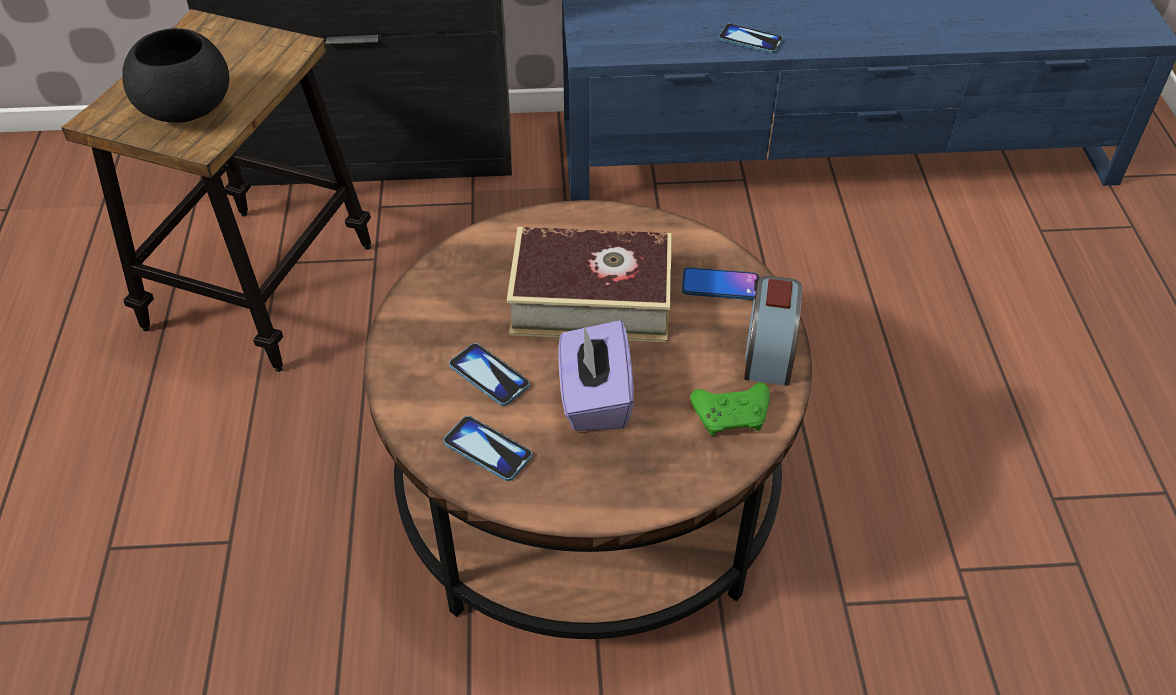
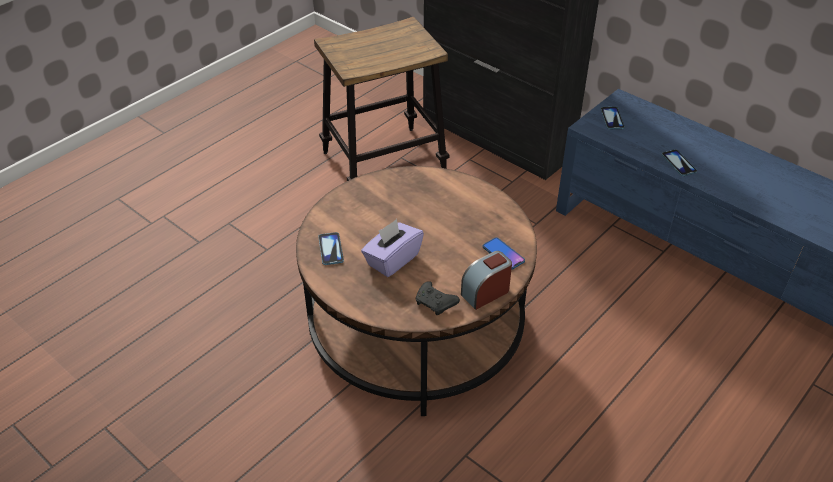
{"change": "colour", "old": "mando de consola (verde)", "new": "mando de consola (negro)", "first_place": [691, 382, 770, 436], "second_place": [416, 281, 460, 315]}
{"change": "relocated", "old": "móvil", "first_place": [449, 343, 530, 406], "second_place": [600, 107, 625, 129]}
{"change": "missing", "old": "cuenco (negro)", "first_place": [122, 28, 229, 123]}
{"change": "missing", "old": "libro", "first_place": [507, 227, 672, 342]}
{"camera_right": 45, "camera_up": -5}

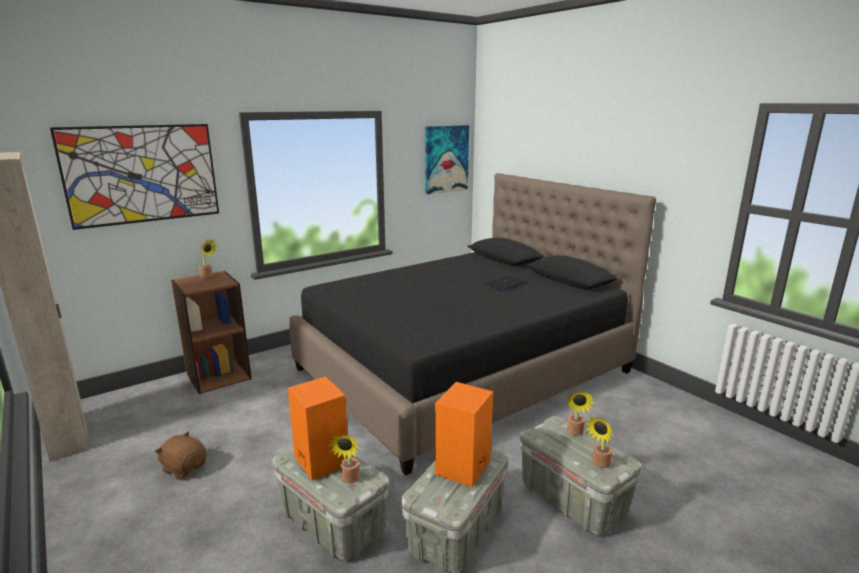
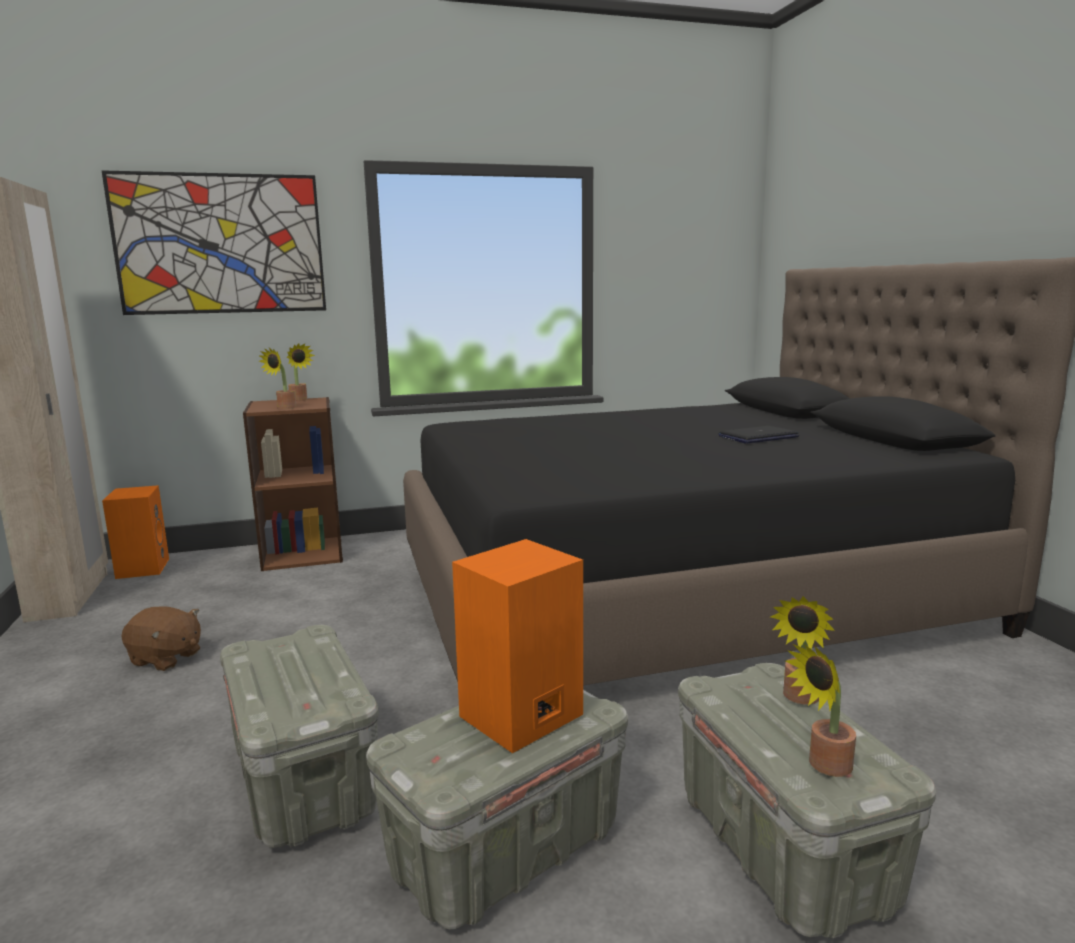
{"change": "relocated", "old": "altavoz (naranja)", "first_place": [288, 376, 348, 480], "second_place": [102, 485, 169, 579]}
{"change": "spun", "old": "peluche (marrón)", "first_place": [155, 432, 207, 480], "second_place": [122, 606, 201, 671], "degrees": 150}
{"change": "relocated", "old": "planta en maceta", "first_place": [329, 434, 360, 483], "second_place": [258, 348, 297, 409]}
{"change": "missing", "old": "cuadro", "first_place": [425, 125, 469, 194]}
{"camera_right": 20, "camera_up": -5}

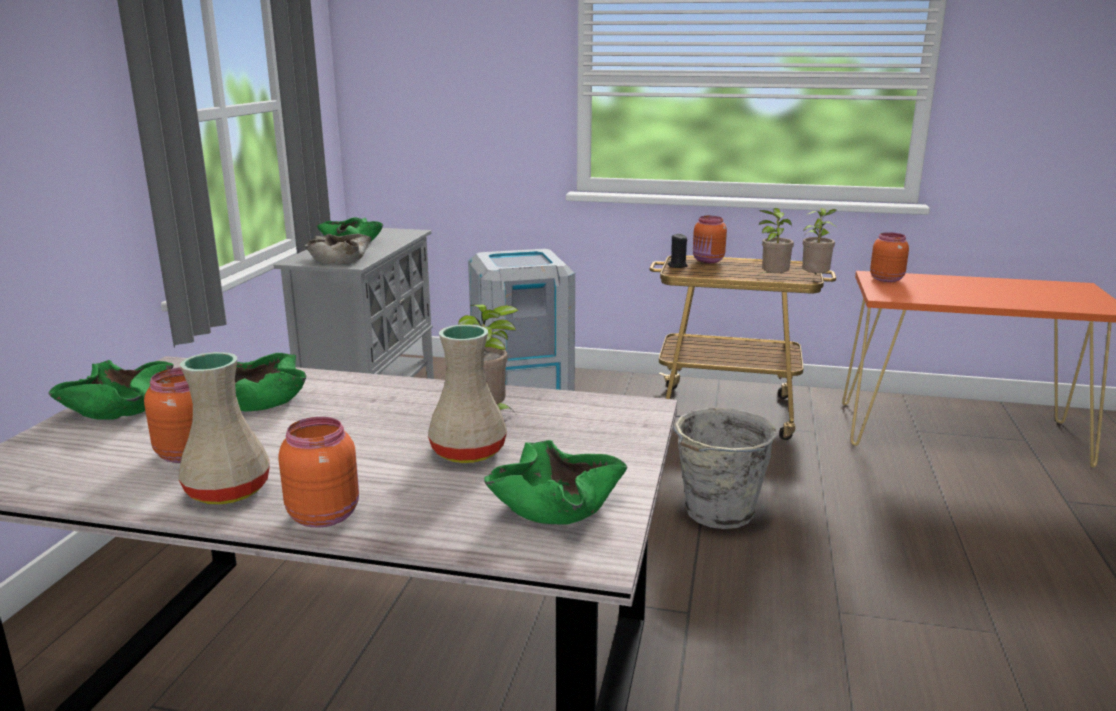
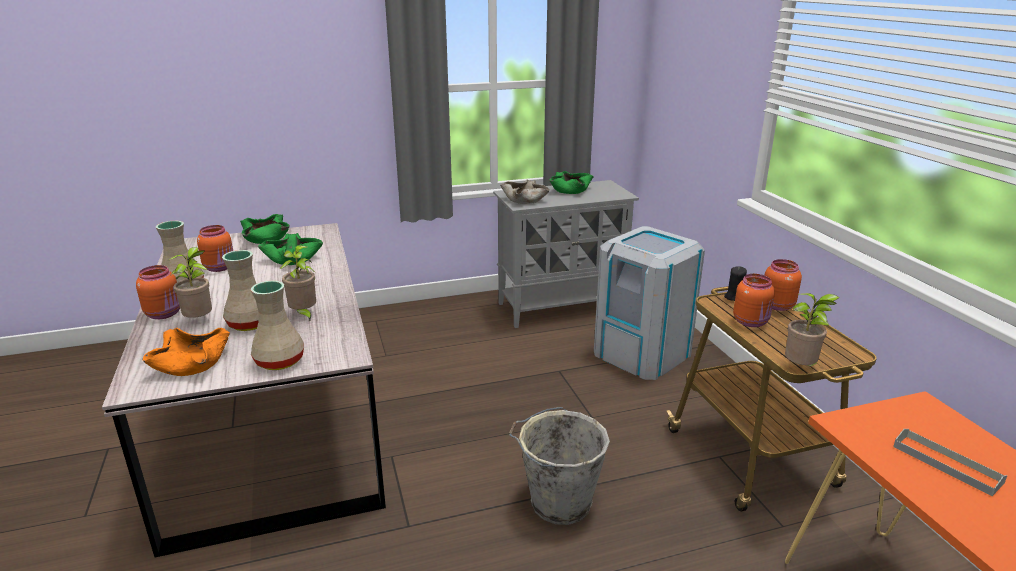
{"change": "colour", "old": "cuenco (verde)", "new": "cuenco (naranja)", "first_place": [484, 440, 628, 525], "second_place": [142, 328, 230, 376]}
{"change": "relocated", "old": "planta en maceta", "first_place": [759, 208, 794, 275], "second_place": [169, 247, 212, 318]}
{"change": "appeared", "new": "florero (beis)", "second_place": [251, 280, 304, 370]}
{"change": "relocated", "old": "tarro (naranja)", "first_place": [870, 232, 909, 282], "second_place": [733, 274, 775, 327]}
{"change": "appeared", "new": "bandeja (gris)", "second_place": [893, 429, 1007, 496]}
{"camera_right": 60, "camera_up": 5}

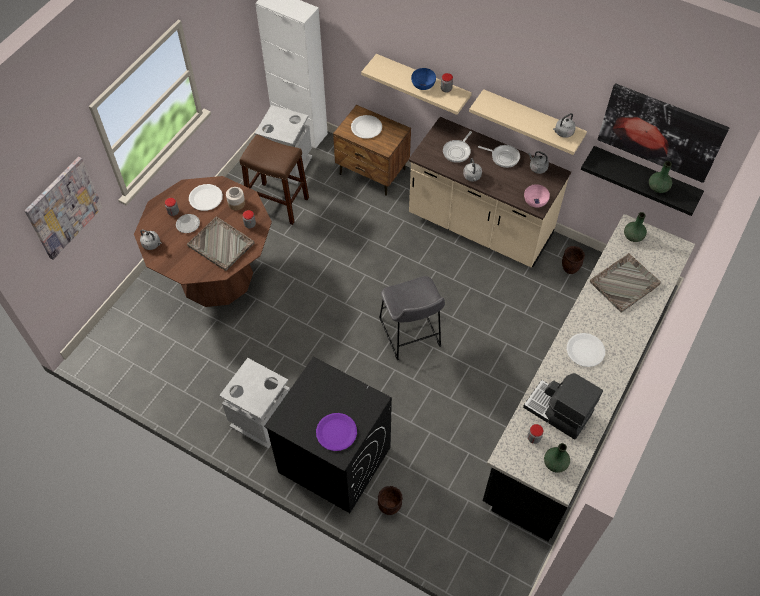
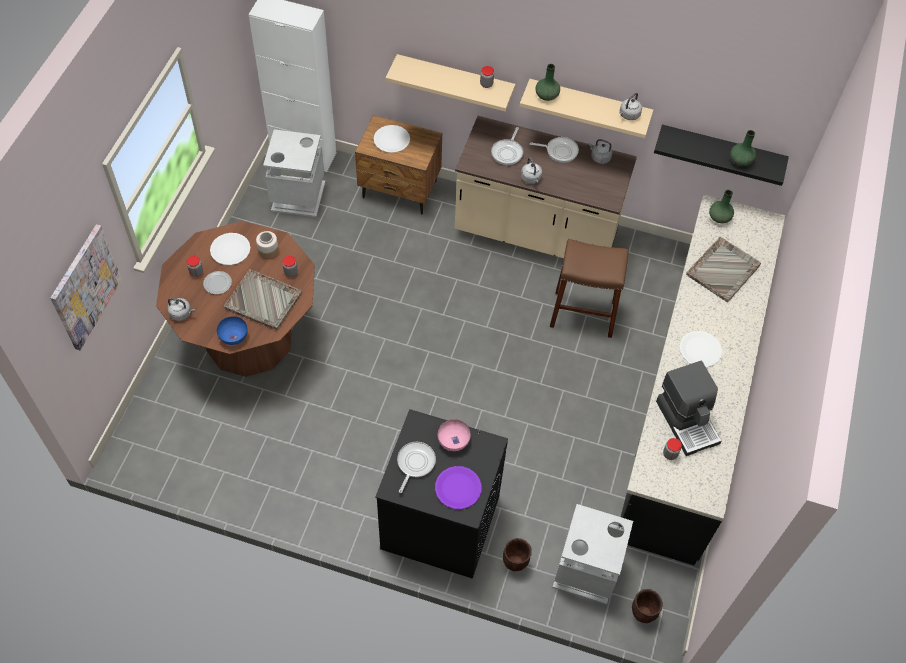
{"change": "relocated", "old": "cuenco (azul)", "first_place": [411, 68, 436, 90], "second_place": [217, 316, 248, 345]}
{"change": "appeared", "new": "sartén", "second_place": [397, 442, 436, 493]}
{"change": "relocated", "old": "cuenco (rosa)", "first_place": [524, 184, 550, 208], "second_place": [438, 419, 471, 451]}
{"change": "relocated", "old": "florero (verde)", "first_place": [544, 443, 570, 473], "second_place": [536, 64, 560, 101]}
{"change": "relocated", "old": "taburete (marrón)", "first_place": [240, 134, 309, 225], "second_place": [550, 239, 628, 338]}
{"change": "relocated", "old": "papelera (gris)", "first_place": [219, 358, 290, 449], "second_place": [552, 504, 633, 605]}
{"change": "relocated", "old": "maceta (marrón)", "first_place": [562, 246, 585, 274], "second_place": [632, 589, 663, 623]}
{"change": "spun", "old": "cafetera", "first_place": [523, 373, 603, 440], "second_place": [656, 361, 722, 456], "degrees": -135}
{"change": "missing", "old": "taburete (gris)", "first_place": [379, 276, 445, 360]}
{"change": "missing", "old": "cuadro", "first_place": [597, 83, 730, 183]}
{"camera_right": -15, "camera_up": 0}

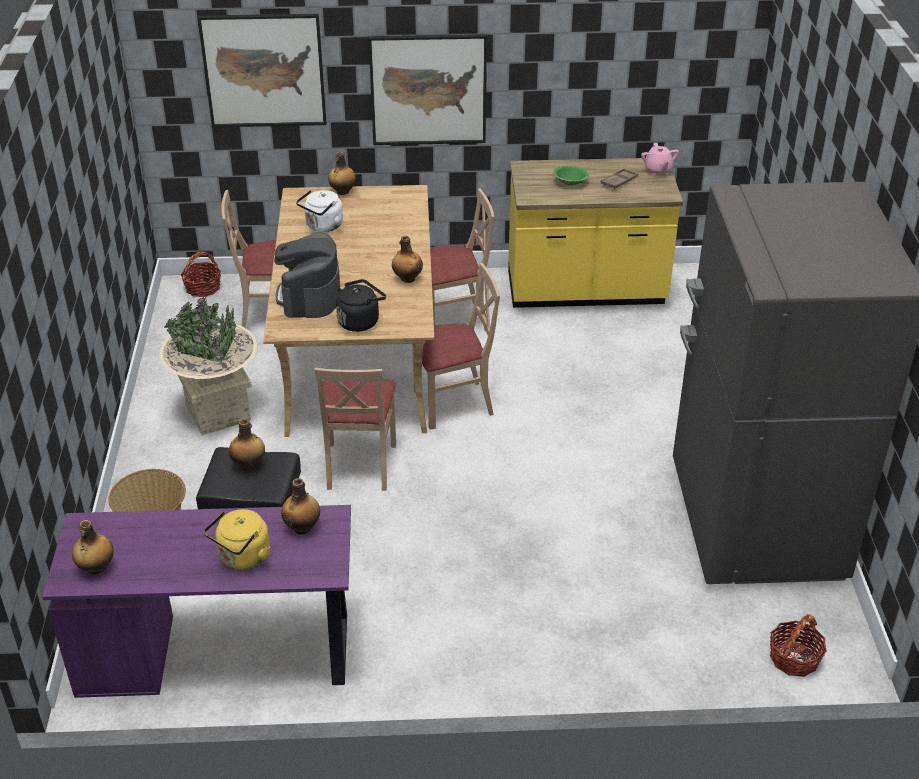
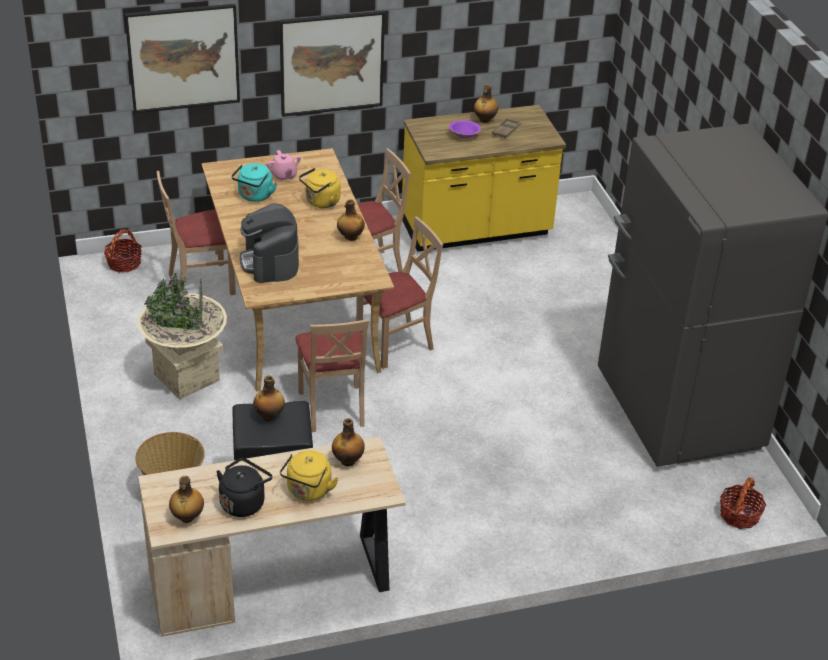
{"change": "colour", "old": "escritorio (morado)", "new": "escritorio (beis)", "first_place": [43, 505, 351, 698], "second_place": [138, 437, 405, 637]}
{"change": "relocated", "old": "hervidor (negro)", "first_place": [336, 279, 386, 332], "second_place": [216, 458, 273, 517]}
{"change": "colour", "old": "hervidor (blanco)", "new": "hervidor (turquesa)", "first_place": [296, 190, 344, 232], "second_place": [231, 163, 277, 202]}
{"change": "relocated", "old": "tetera (rosa)", "first_place": [641, 143, 679, 176], "second_place": [266, 150, 301, 182]}
{"change": "appeared", "new": "hervidor (amarillo)", "second_place": [299, 168, 340, 208]}
{"change": "colour", "old": "cuenco (verde)", "new": "cuenco (morado)", "first_place": [553, 166, 589, 185], "second_place": [449, 120, 481, 138]}
{"change": "relocated", "old": "botella", "first_place": [328, 152, 356, 195], "second_place": [474, 84, 498, 123]}
{"camera_right": -15, "camera_up": 0}

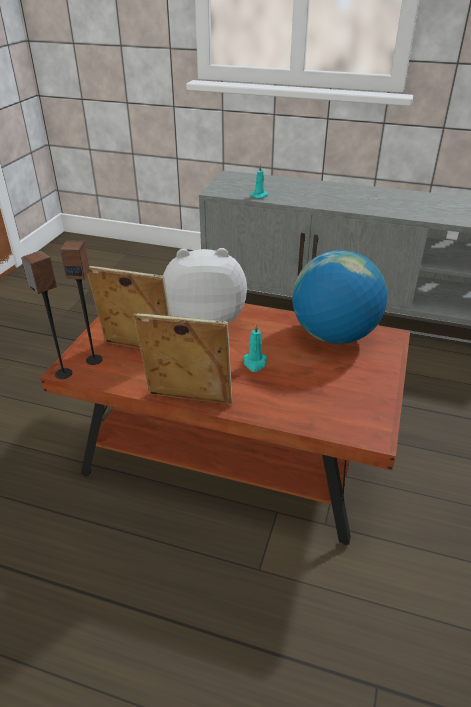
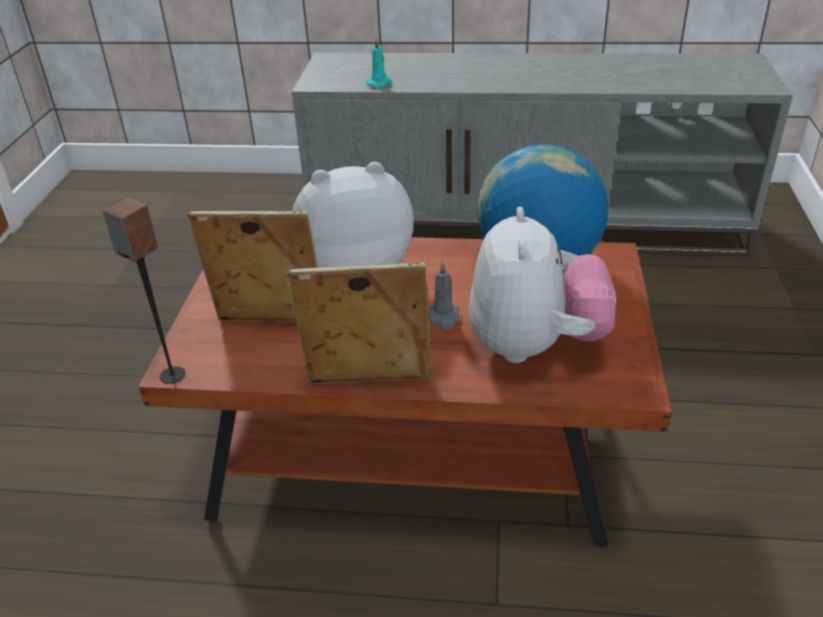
{"change": "colour", "old": "vela (turquesa)", "new": "vela (gris)", "first_place": [244, 324, 267, 372], "second_place": [428, 261, 460, 330]}
{"change": "appeared", "new": "peluche", "second_place": [469, 207, 616, 363]}
{"change": "missing", "old": "altavoz", "first_place": [60, 240, 103, 365]}
{"camera_right": -10, "camera_up": 0}

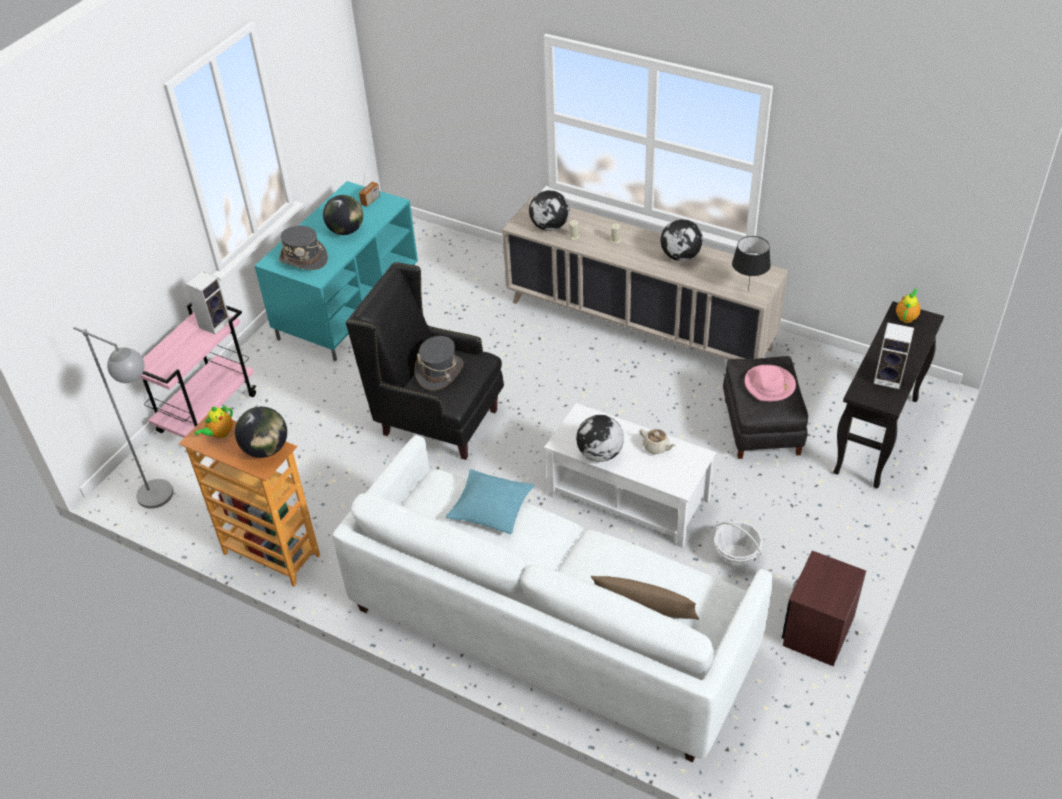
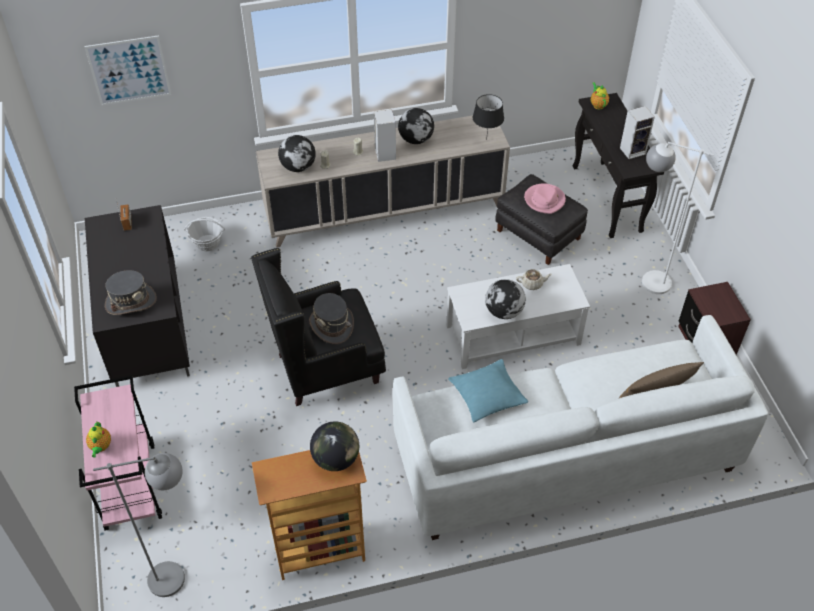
{"change": "appeared", "new": "cuadro", "second_place": [84, 35, 172, 106]}
{"change": "colour", "old": "mueble de televisión (turquesa)", "new": "mueble de televisión (negro)", "first_place": [255, 181, 418, 362], "second_place": [85, 205, 190, 387]}
{"change": "relocated", "old": "tetera", "first_place": [194, 405, 233, 438], "second_place": [86, 422, 111, 458]}
{"change": "relocated", "old": "cesta", "first_place": [714, 521, 763, 569], "second_place": [184, 217, 225, 251]}
{"change": "relocated", "old": "altavoz", "first_place": [186, 271, 230, 334], "second_place": [374, 110, 396, 162]}
{"change": "appeared", "new": "lámpara de pie (blanco)", "second_place": [642, 142, 714, 294]}
{"change": "missing", "old": "globo terráqueo", "first_place": [323, 195, 363, 235]}
{"camera_right": -45, "camera_up": 5}

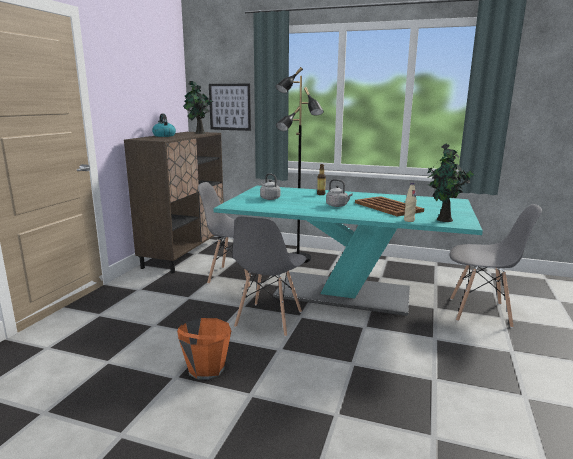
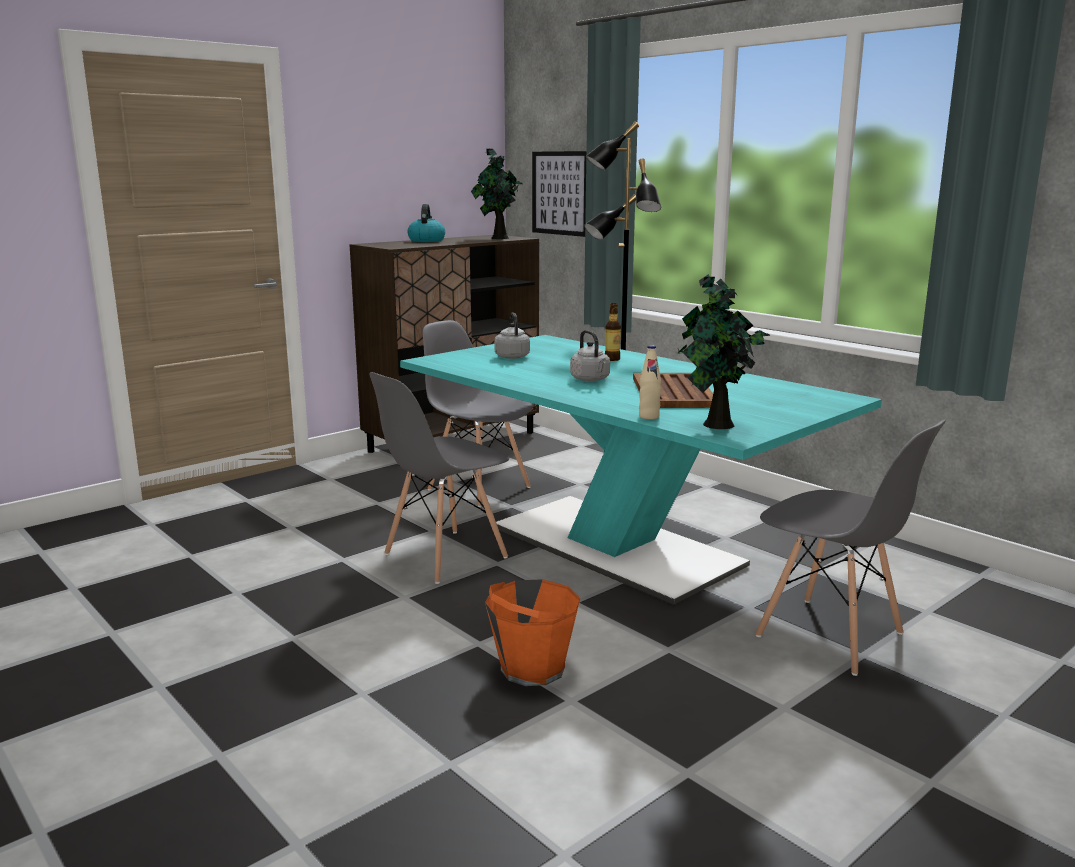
{"change": "relocated", "old": "cubo (naranja)", "first_place": [177, 318, 231, 379], "second_place": [485, 579, 580, 686]}
{"camera_right": 30, "camera_up": 0}

